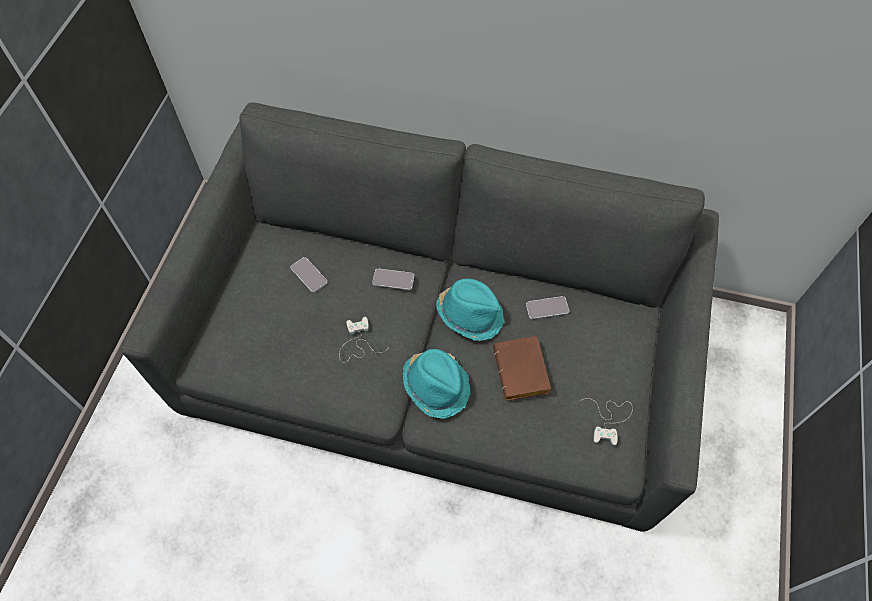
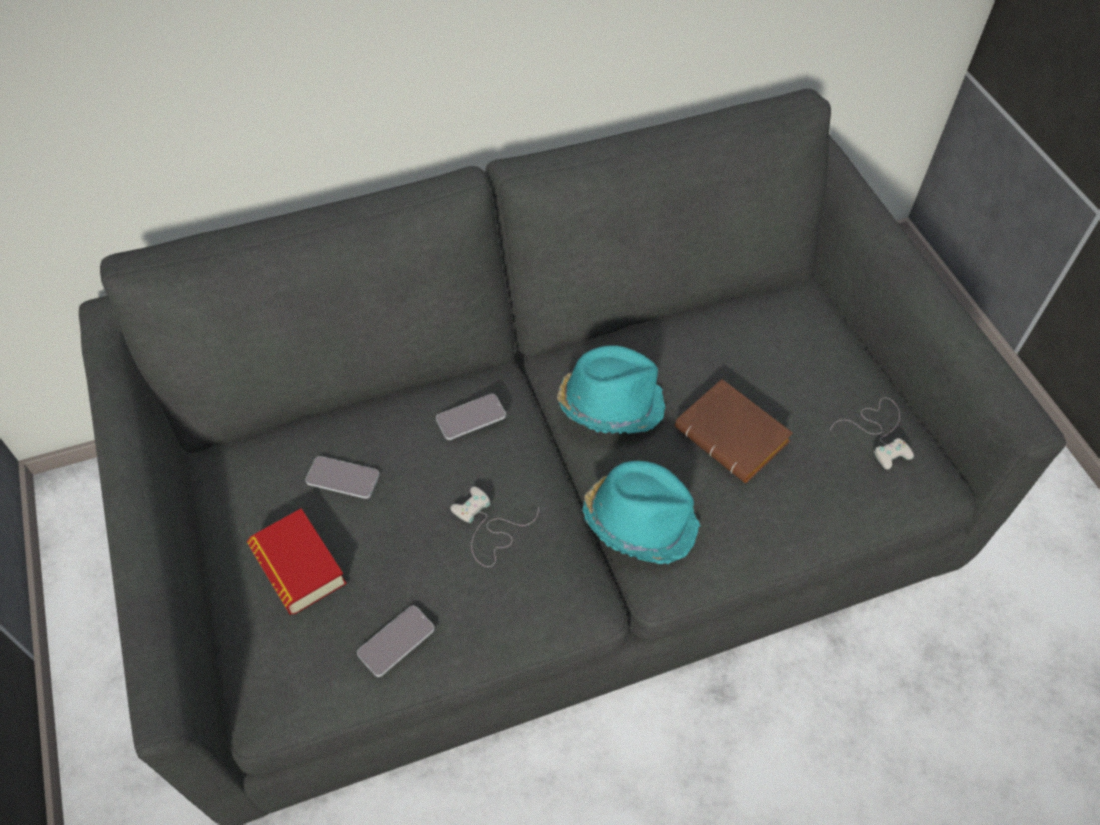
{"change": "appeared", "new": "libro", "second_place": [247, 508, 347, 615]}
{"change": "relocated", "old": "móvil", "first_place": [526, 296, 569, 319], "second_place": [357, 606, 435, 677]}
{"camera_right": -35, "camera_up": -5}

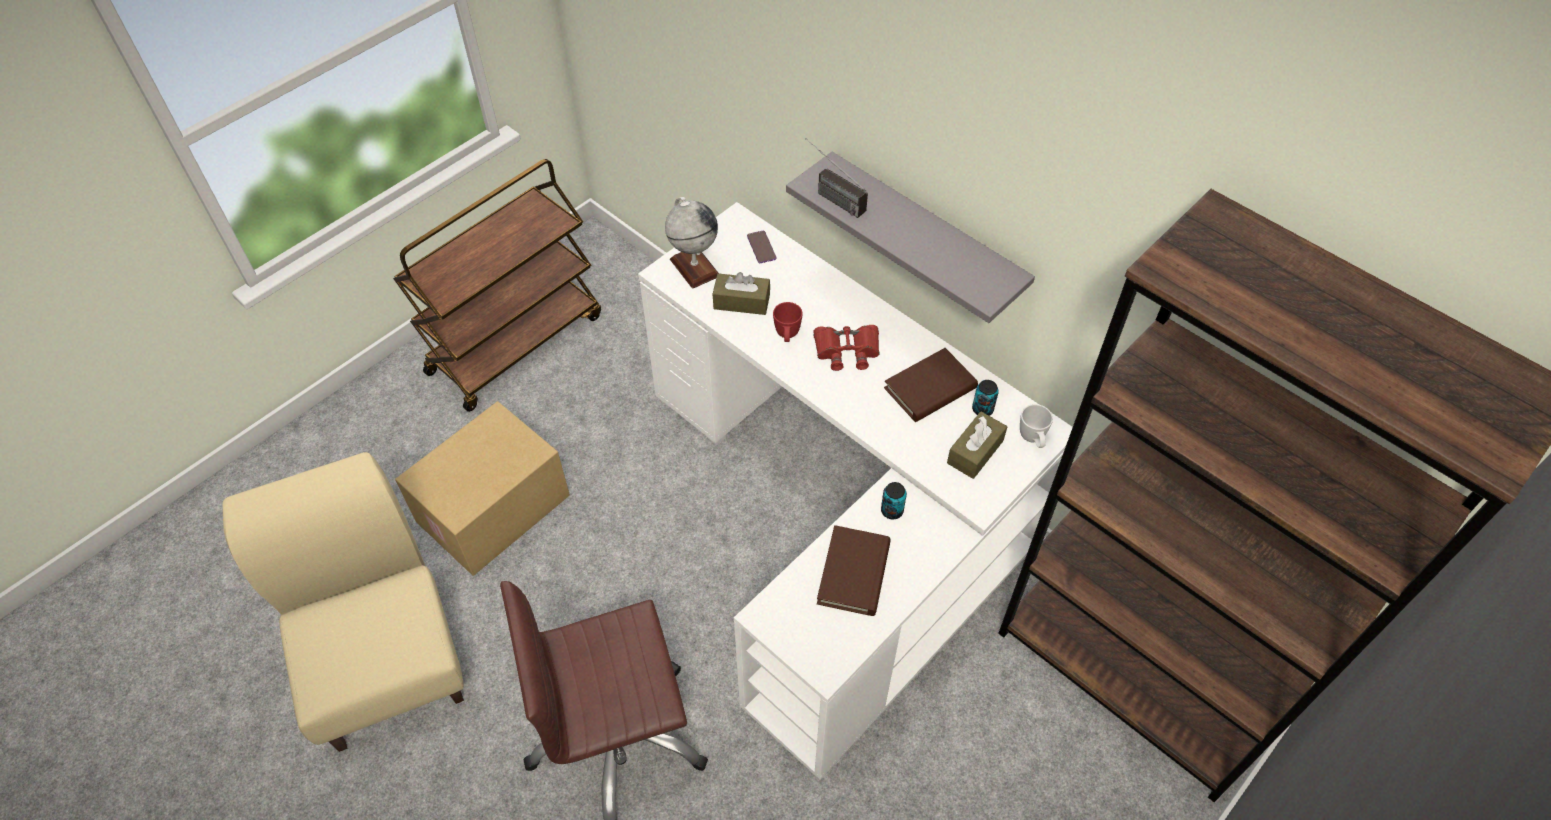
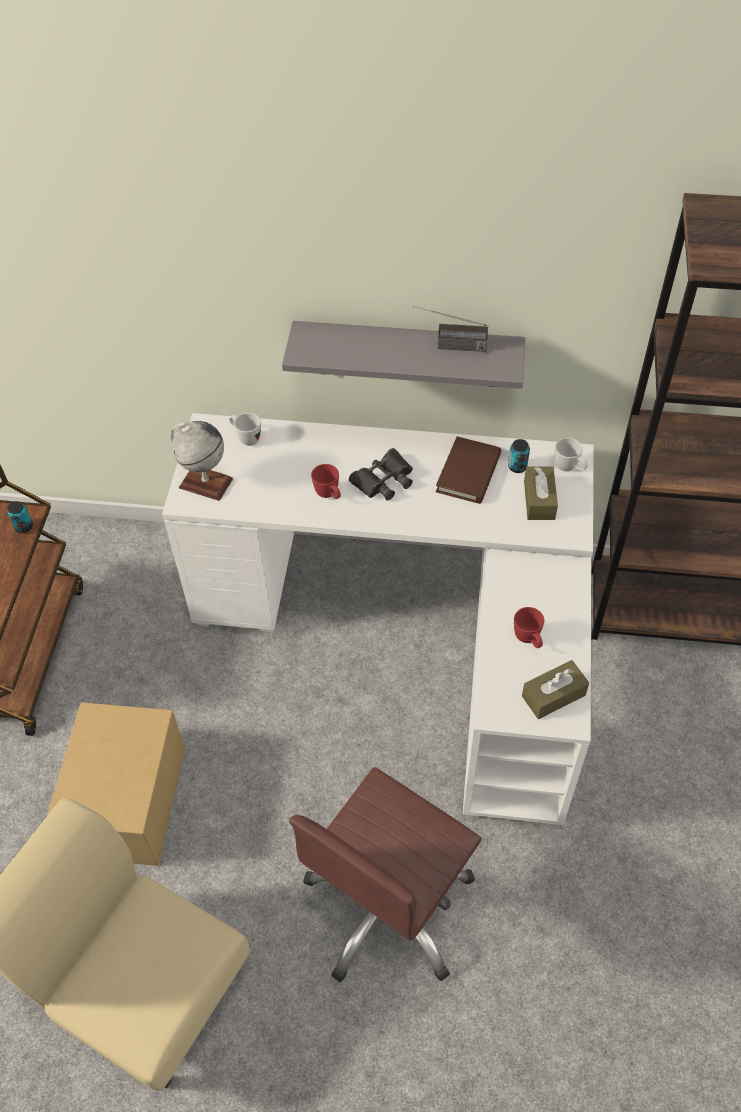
{"change": "relocated", "old": "lata", "first_place": [881, 482, 907, 519], "second_place": [7, 501, 33, 533]}
{"change": "exchanged", "old": "móvil", "new": "taza grande (blanco)", "first_place": [747, 230, 777, 263], "second_place": [229, 413, 261, 446]}
{"change": "colour", "old": "prismáticos (rojo)", "new": "prismáticos (negro)", "first_place": [813, 325, 879, 371], "second_place": [349, 448, 413, 501]}
{"change": "relocated", "old": "radio", "first_place": [805, 138, 868, 218], "second_place": [413, 306, 488, 352]}
{"change": "exchanged", "old": "libro (marrón)", "new": "taza grande (rojo)", "first_place": [817, 525, 891, 616], "second_place": [514, 607, 544, 648]}
{"change": "relocated", "old": "caja de pañuelos (marrón)", "first_place": [713, 272, 770, 315], "second_place": [522, 660, 589, 719]}
{"camera_right": -35, "camera_up": 0}

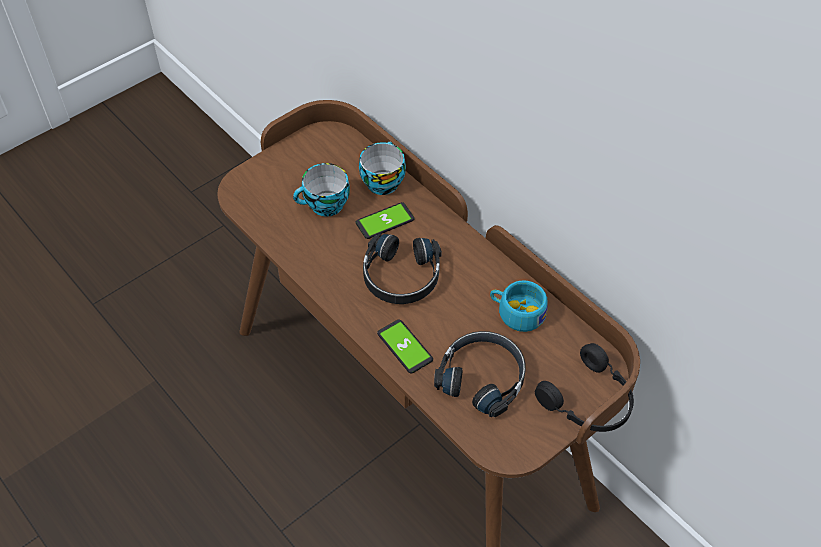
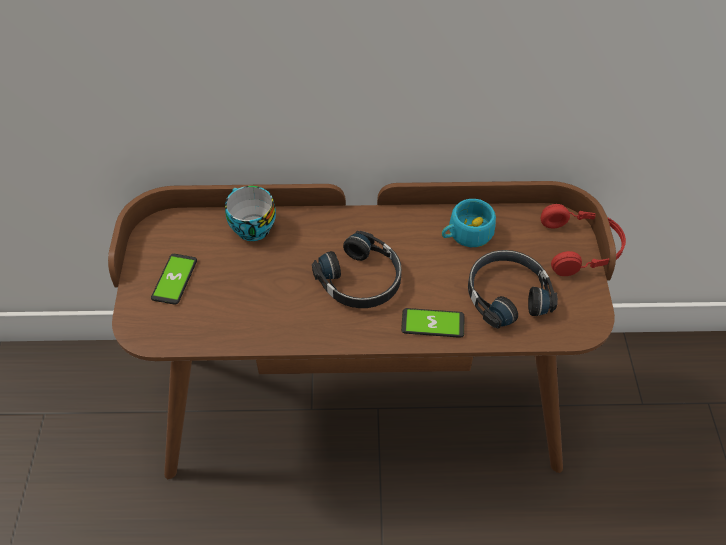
{"change": "relocated", "old": "móvil", "first_place": [356, 202, 415, 239], "second_place": [151, 254, 197, 305]}
{"change": "colour", "old": "auriculares (negro)", "new": "auriculares (rojo)", "first_place": [535, 343, 634, 432], "second_place": [541, 204, 626, 276]}
{"change": "missing", "old": "taza", "first_place": [293, 163, 350, 217]}
{"camera_right": -50, "camera_up": 0}

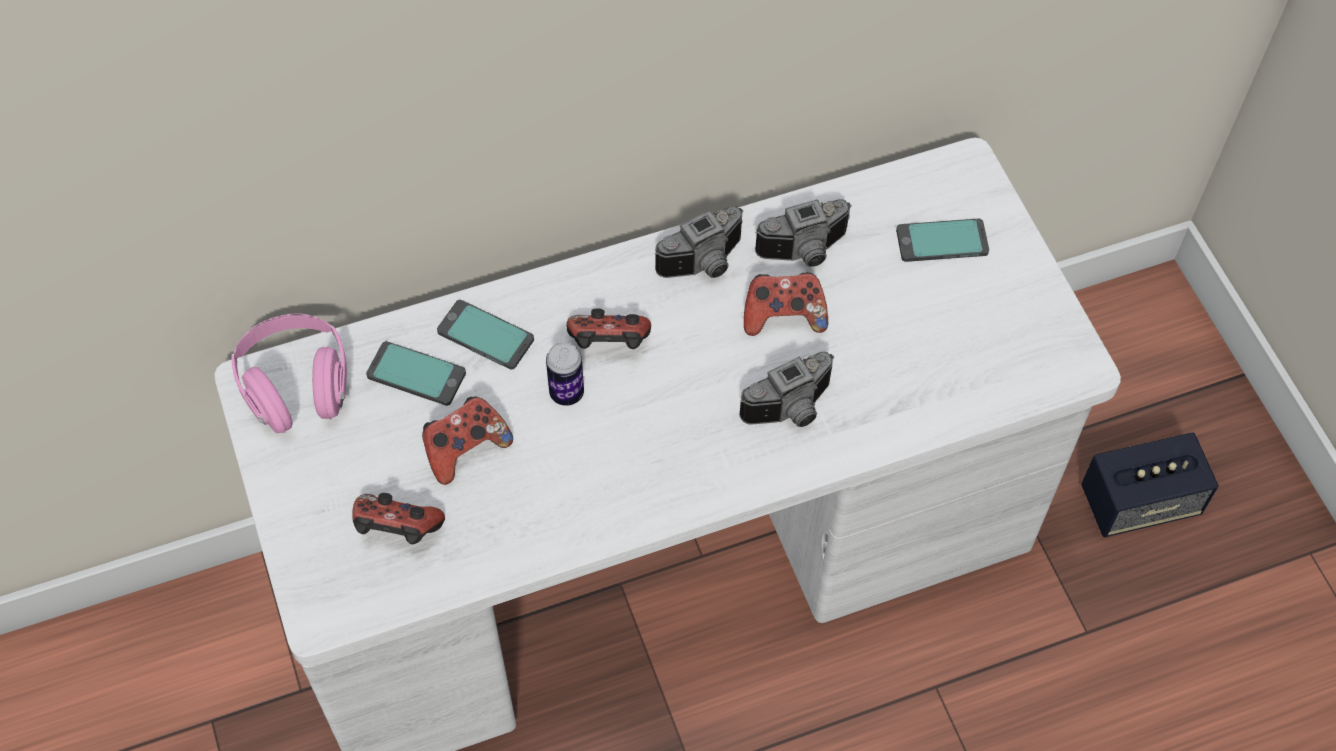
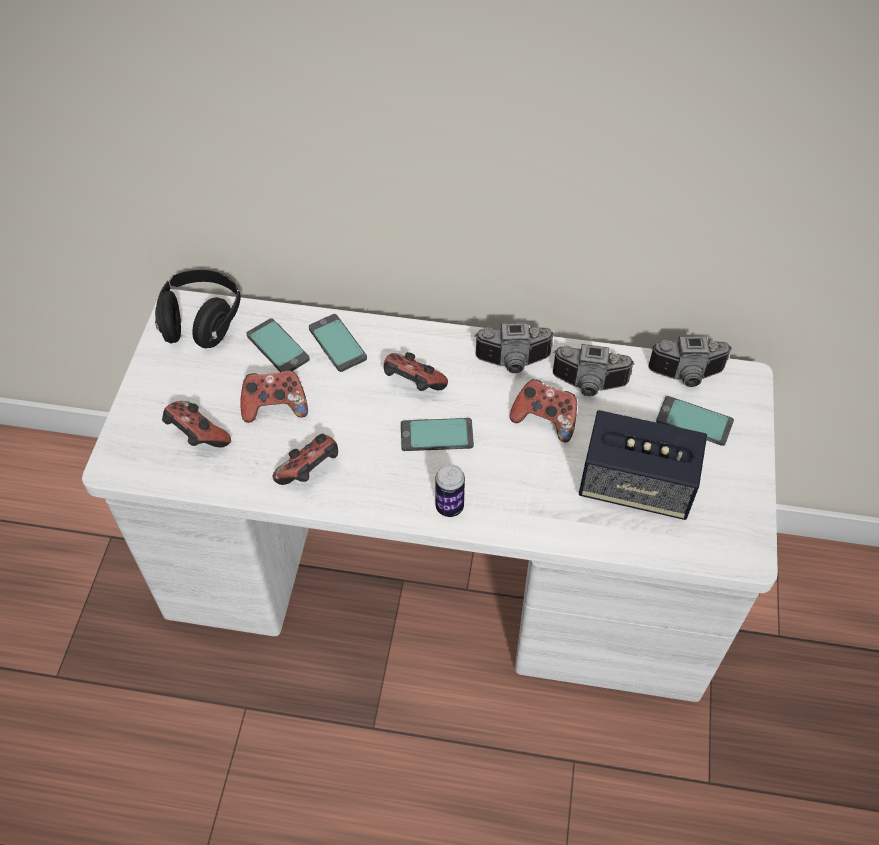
{"change": "colour", "old": "auriculares (rosa)", "new": "auriculares (negro)", "first_place": [231, 313, 347, 433], "second_place": [155, 270, 241, 348]}
{"change": "appeared", "new": "mando de consola", "second_place": [273, 434, 338, 485]}
{"change": "appeared", "new": "móvil", "second_place": [401, 418, 474, 451]}
{"change": "relocated", "old": "lata", "first_place": [546, 342, 584, 406], "second_place": [435, 464, 465, 517]}
{"change": "relocated", "old": "altavoz", "first_place": [1081, 432, 1219, 537], "second_place": [579, 410, 707, 520]}
{"change": "relocated", "old": "cámara", "first_place": [739, 351, 834, 427], "second_place": [648, 336, 732, 387]}
{"camera_right": 30, "camera_up": -5}

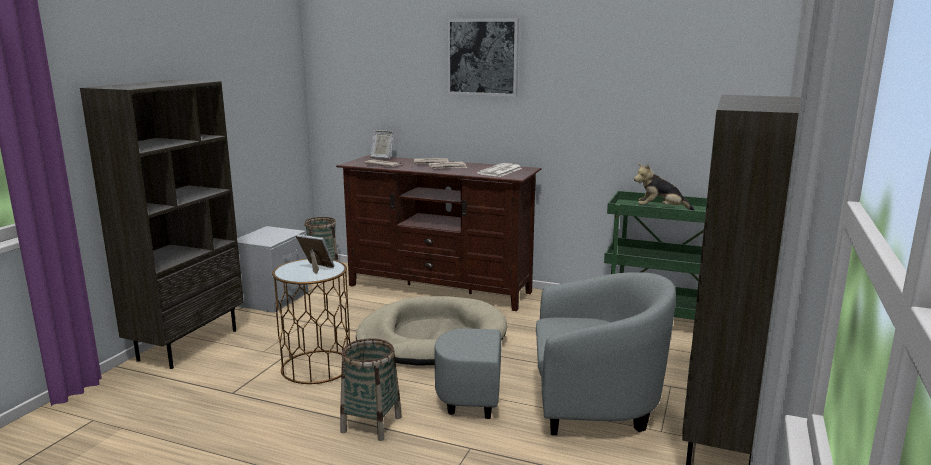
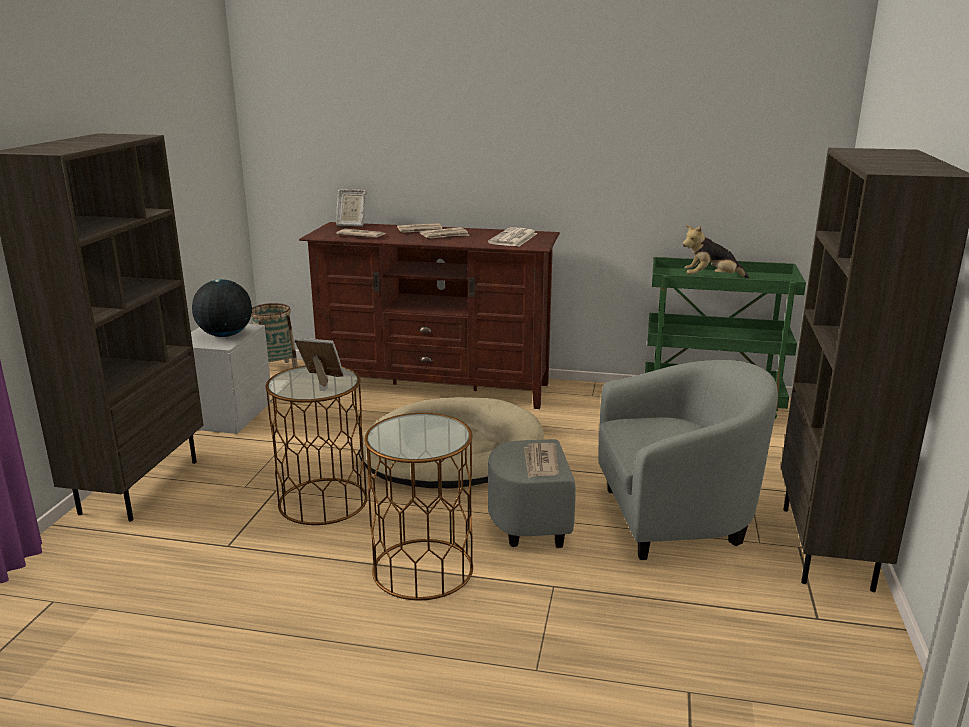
{"change": "appeared", "new": "globo terráqueo", "second_place": [192, 279, 252, 337]}
{"change": "exchanged", "old": "cesta", "new": "mesa auxiliar (marrón)", "first_place": [340, 338, 402, 441], "second_place": [364, 413, 473, 600]}
{"change": "appeared", "new": "periódico", "second_place": [524, 443, 559, 478]}
{"change": "missing", "old": "cuadro", "first_place": [447, 19, 519, 96]}
{"camera_right": -10, "camera_up": 5}

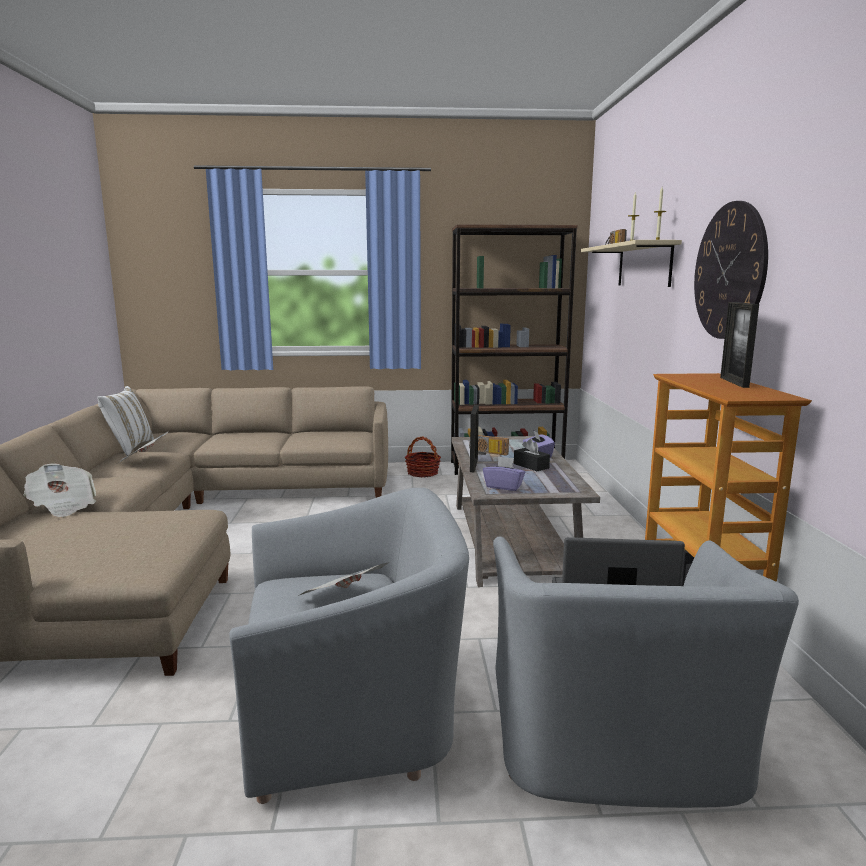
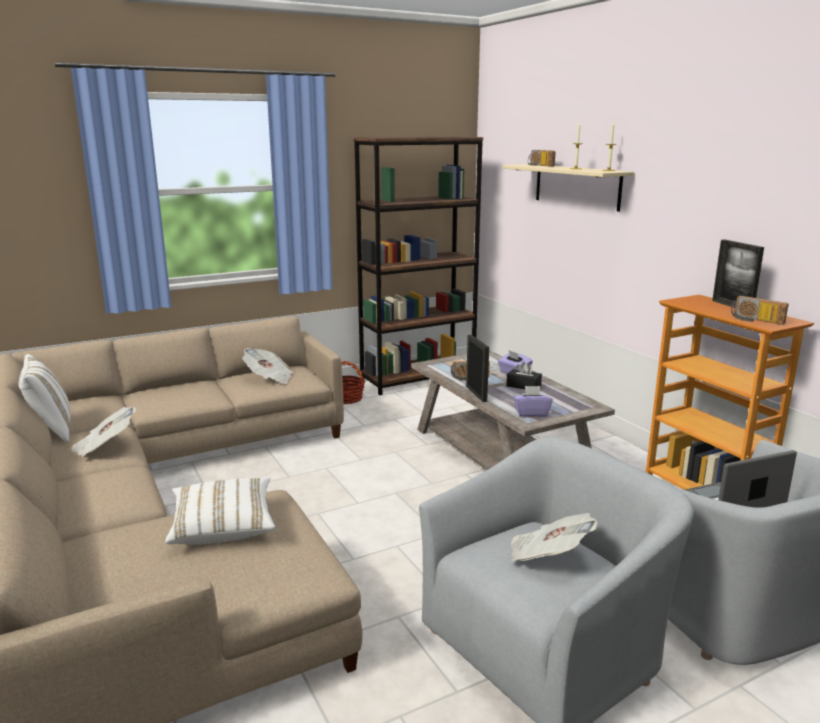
{"change": "appeared", "new": "cojín (blanco)", "second_place": [165, 478, 276, 545]}
{"change": "relocated", "old": "periódico", "first_place": [24, 463, 96, 517], "second_place": [242, 348, 293, 384]}
{"change": "appeared", "new": "radio", "second_place": [731, 296, 789, 325]}
{"change": "missing", "old": "reloj de pared", "first_place": [694, 201, 768, 339]}
{"camera_right": -25, "camera_up": 5}

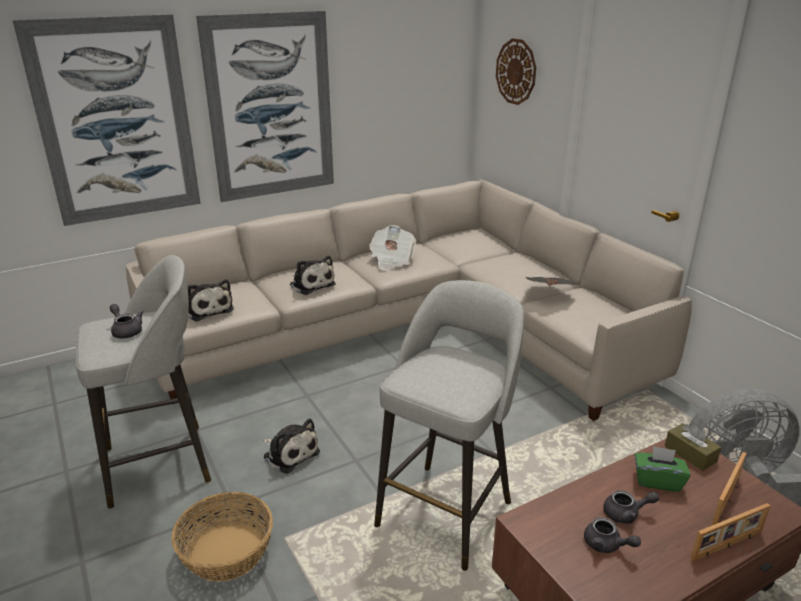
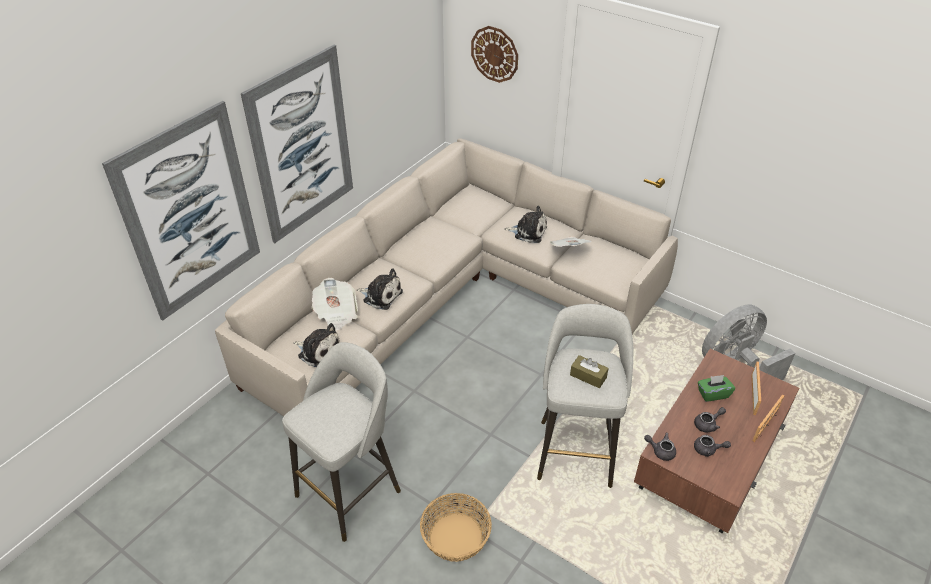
{"change": "relocated", "old": "periódico", "first_place": [369, 225, 416, 270], "second_place": [311, 278, 358, 331]}
{"change": "relocated", "old": "peluche", "first_place": [263, 418, 320, 474], "second_place": [504, 206, 547, 243]}
{"change": "relocated", "old": "caja de pañuelos (marrón)", "first_place": [665, 423, 721, 471], "second_place": [570, 355, 609, 388]}
{"change": "relocated", "old": "tetera (gris)", "first_place": [110, 304, 143, 338], "second_place": [644, 433, 676, 461]}
{"camera_right": -25, "camera_up": 15}

